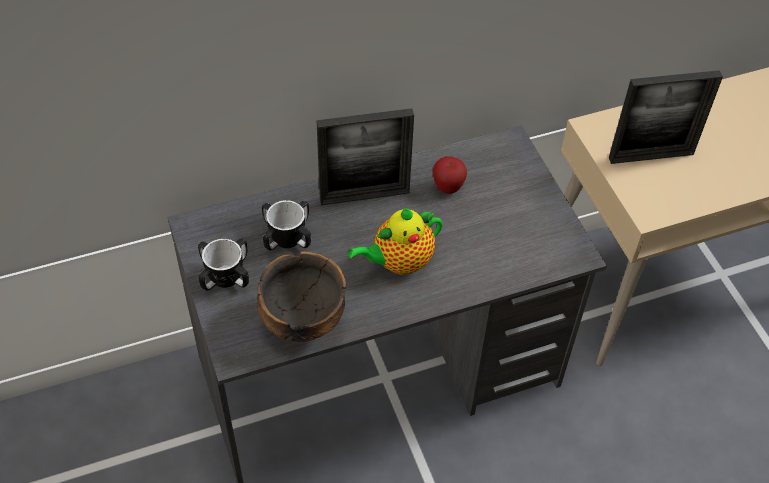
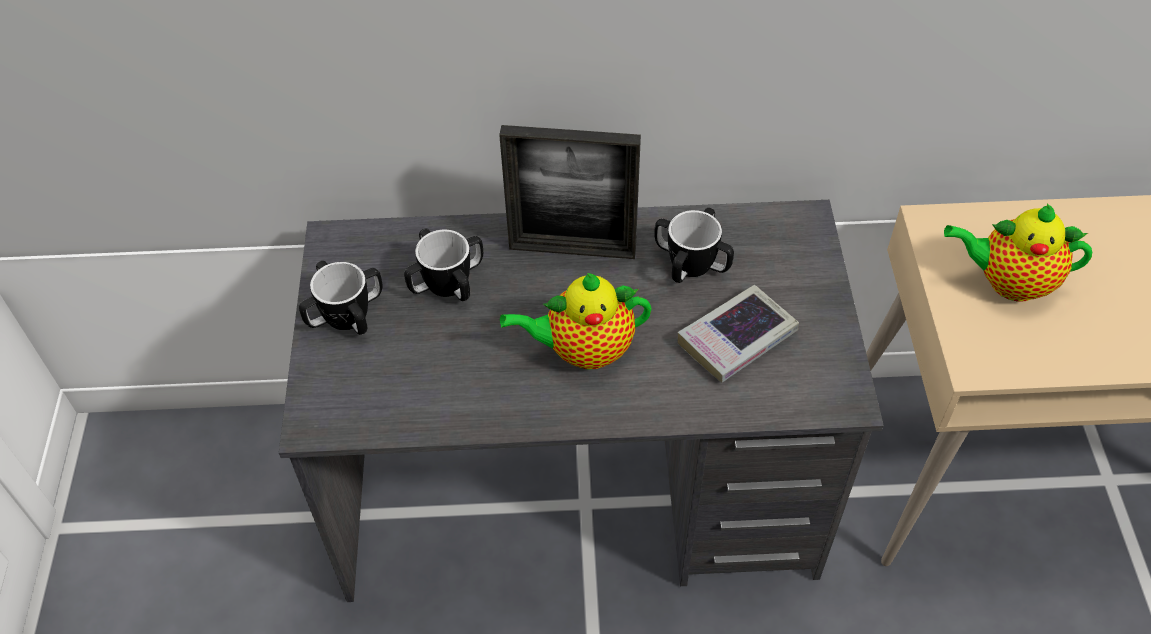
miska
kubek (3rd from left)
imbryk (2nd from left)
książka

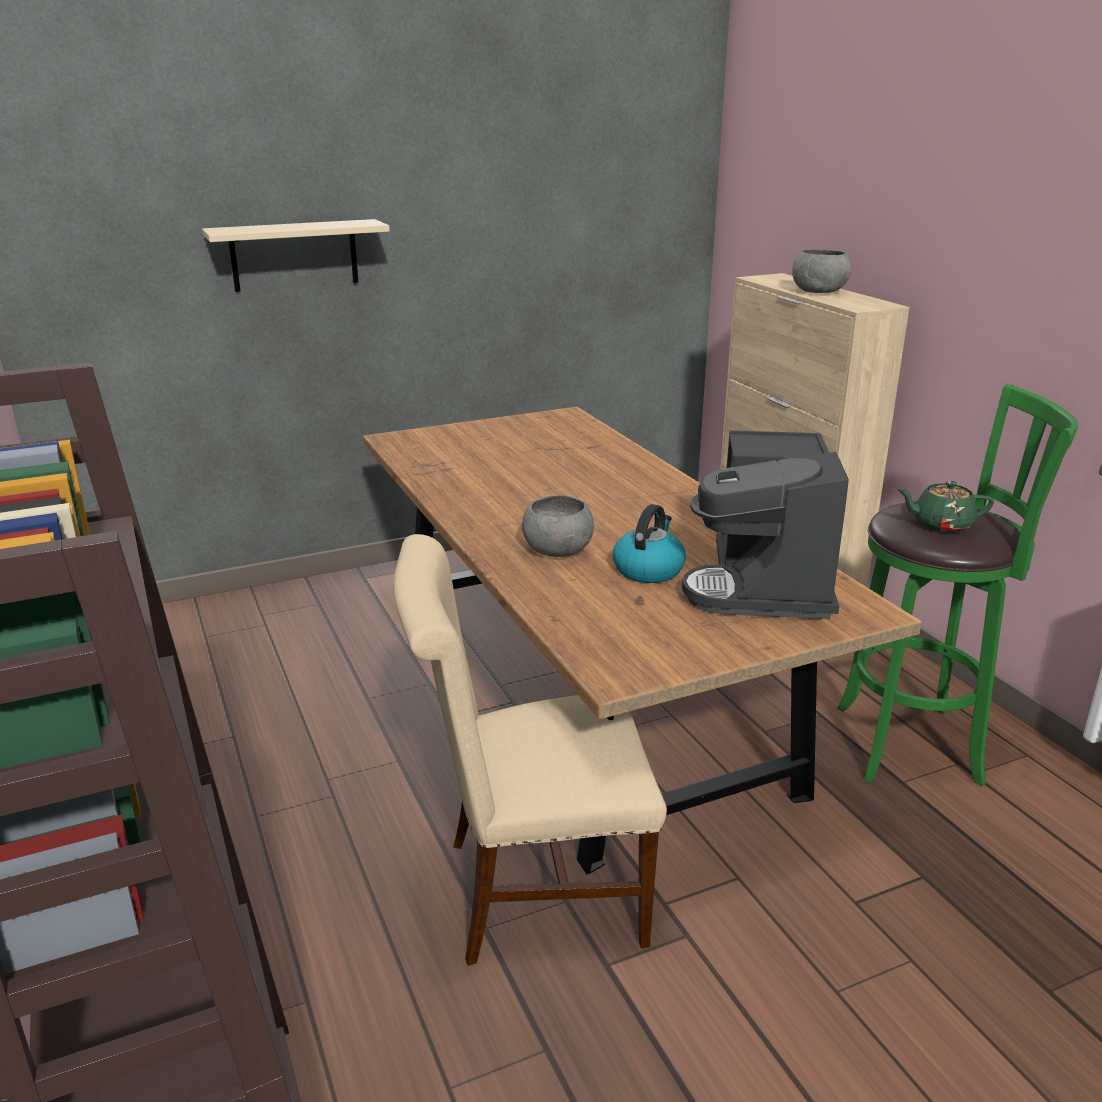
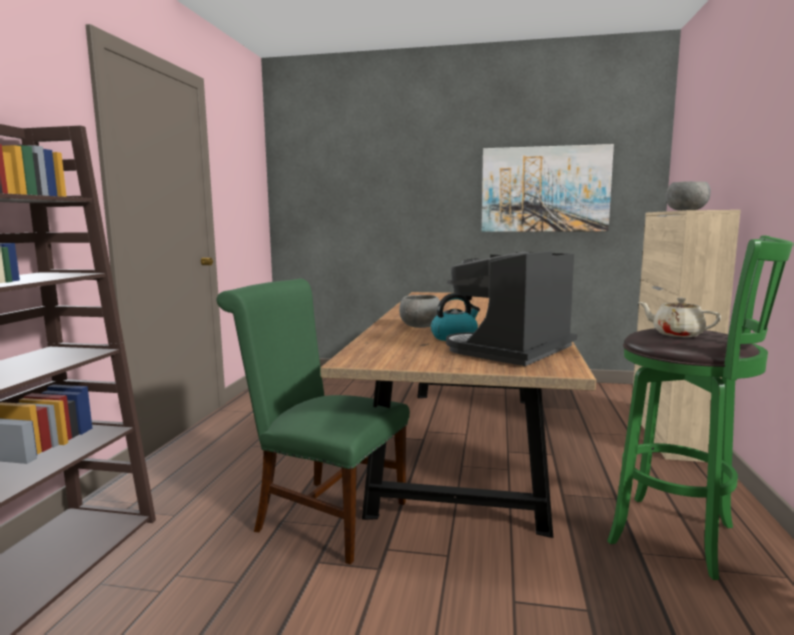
półka/beżowy
krzesło/zielony
imbryk/beżowy
obraz

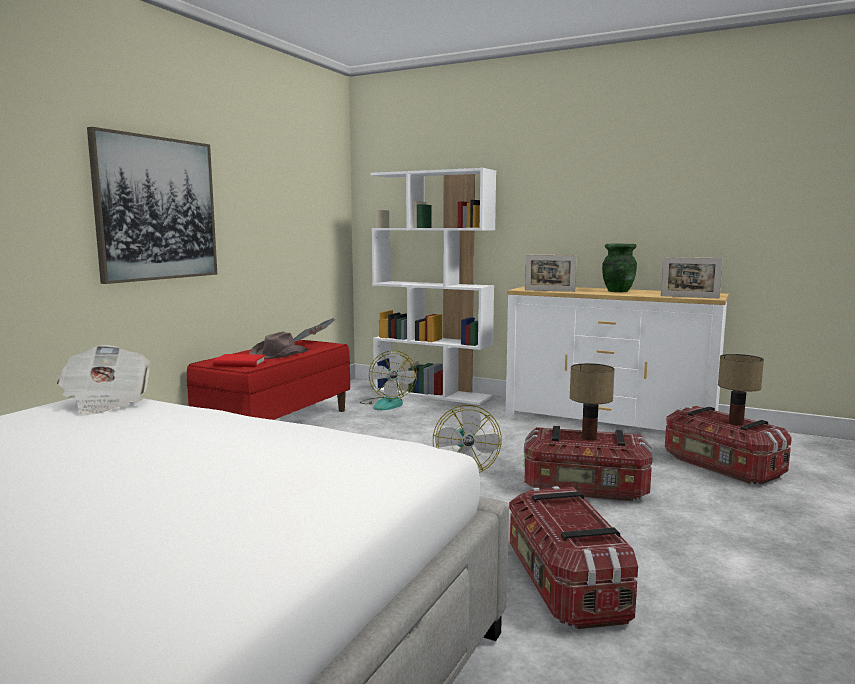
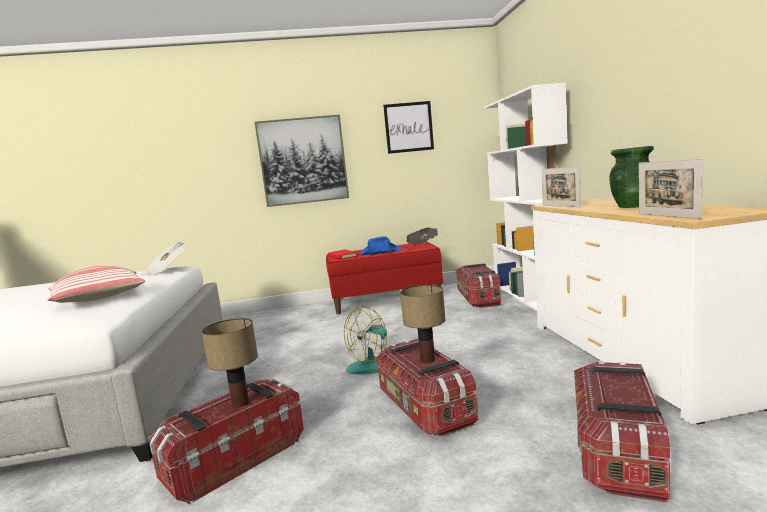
kapelusz/niebieski
pojemnik do przechowywania (3rd from left)
lampa stołowa (1st from left)
poduszka
obraz (2nd from left)

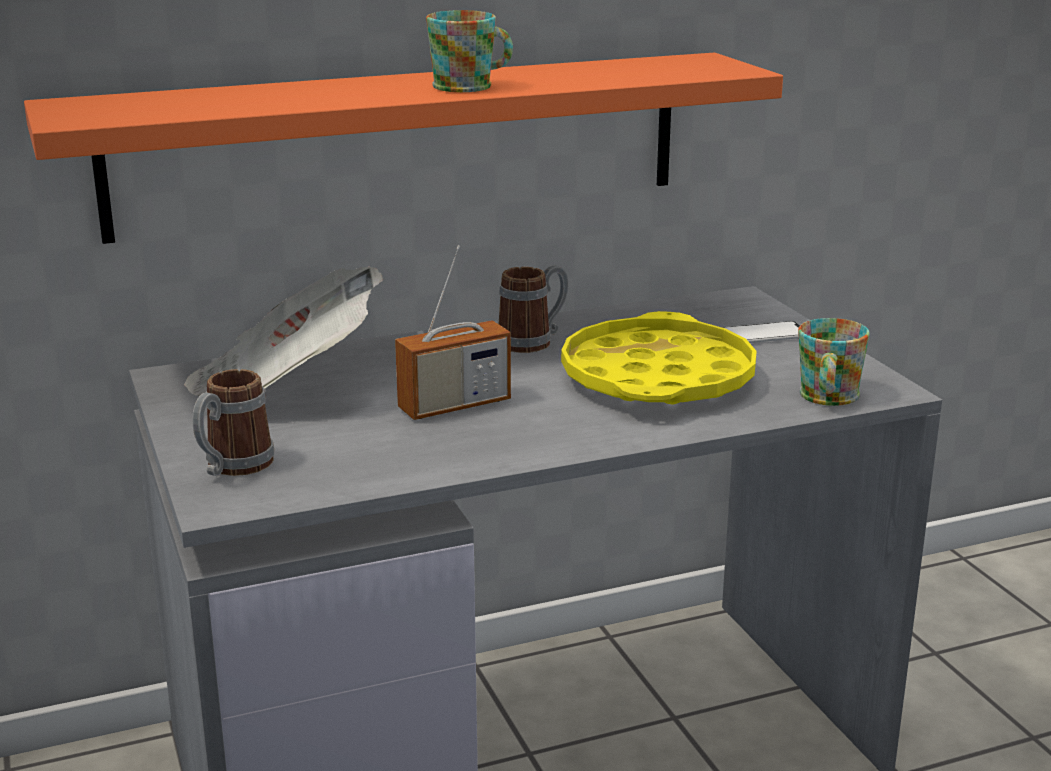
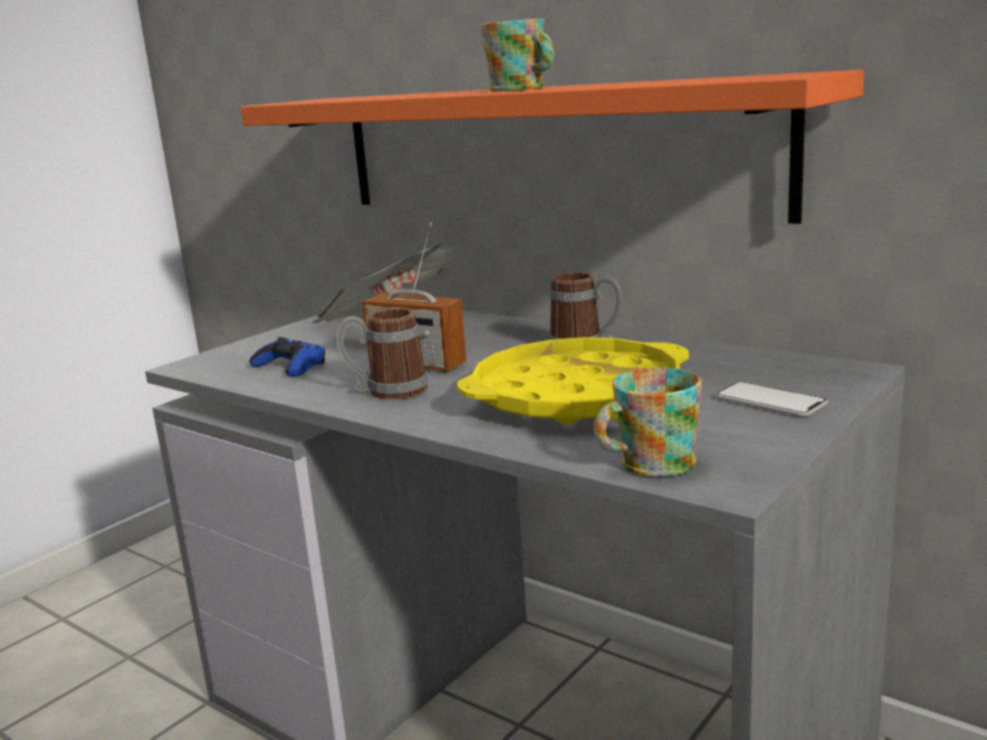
kubek (1st from left)
pad do gier/niebieski

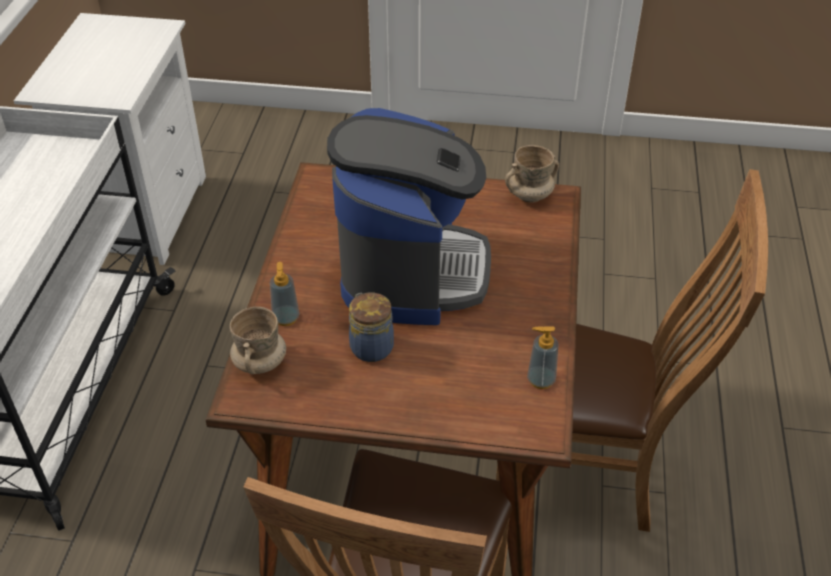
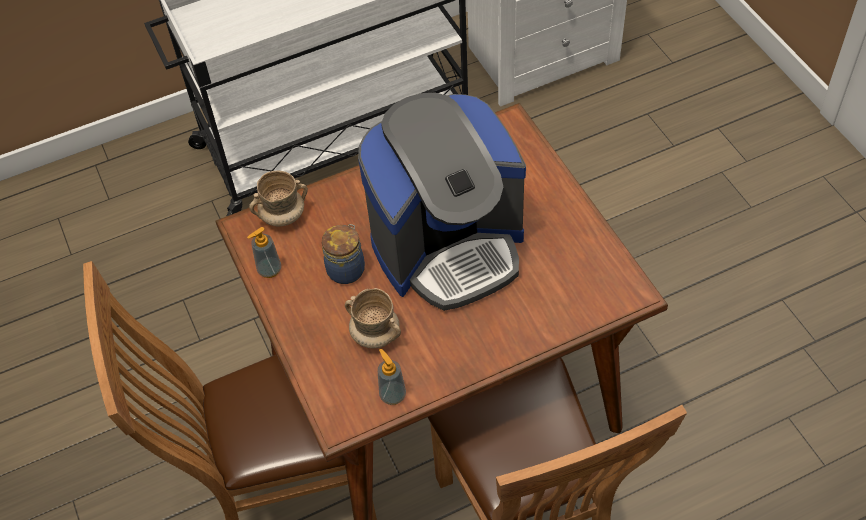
dozownik mydła (1st from left)
kubek/beżowy (2nd from left)

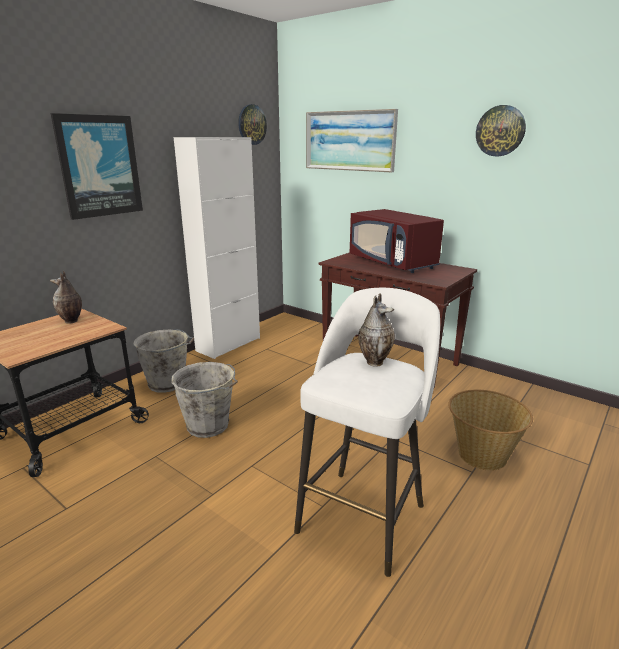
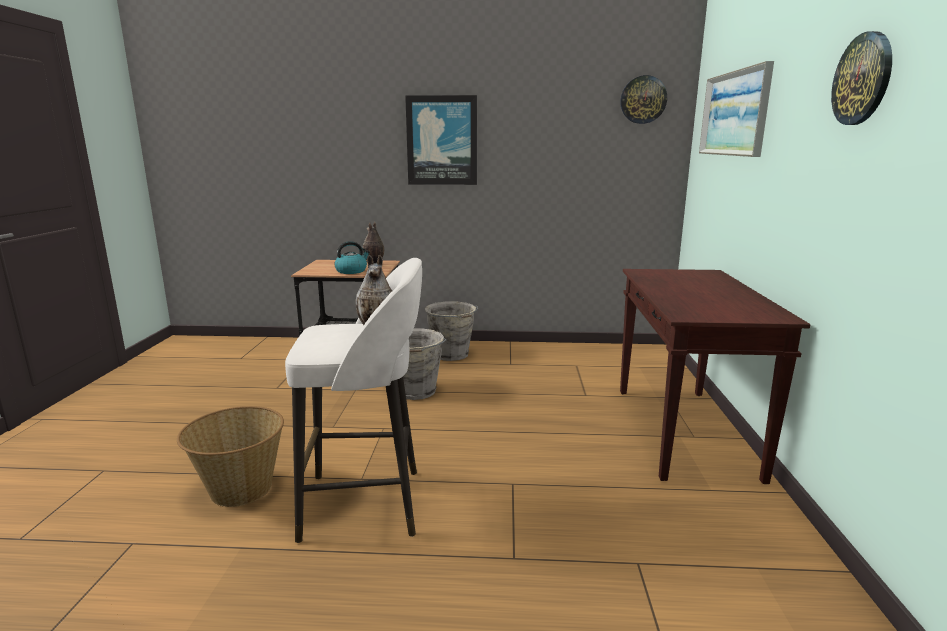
szafka/biały
mikrofalówka/czerwony
koszyk
czajnik

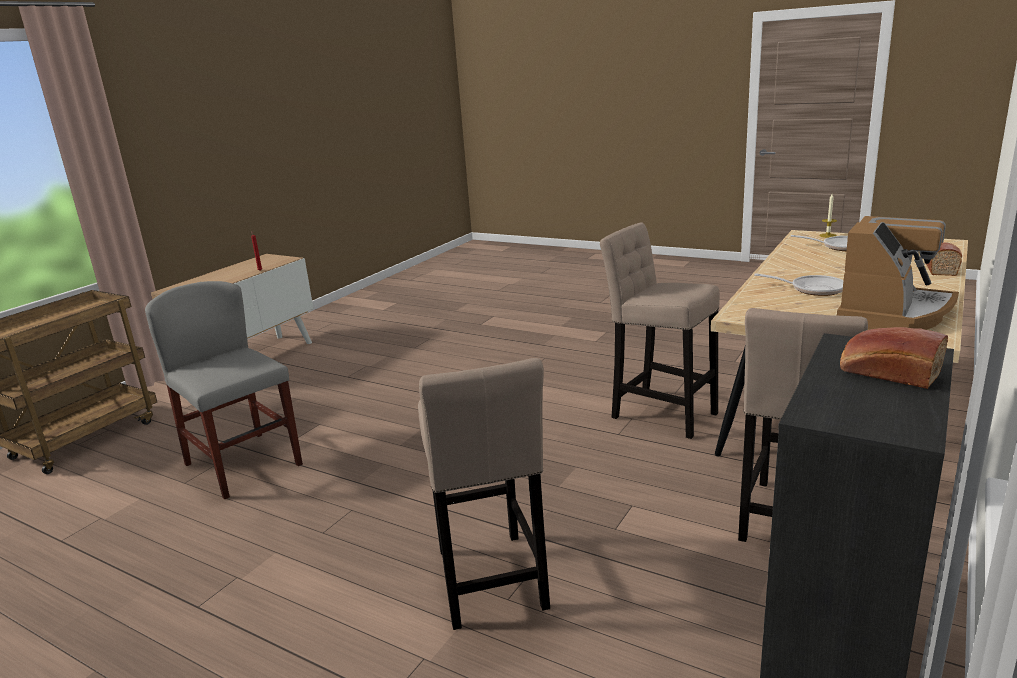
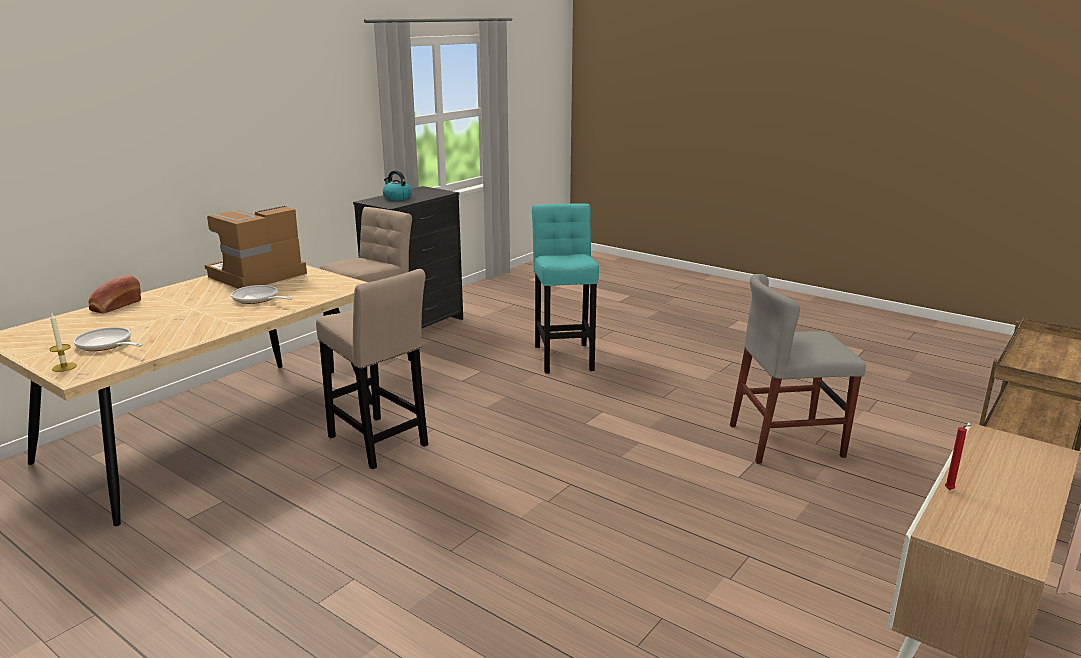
krzesło/szary
stołek/turkusowy
czajnik

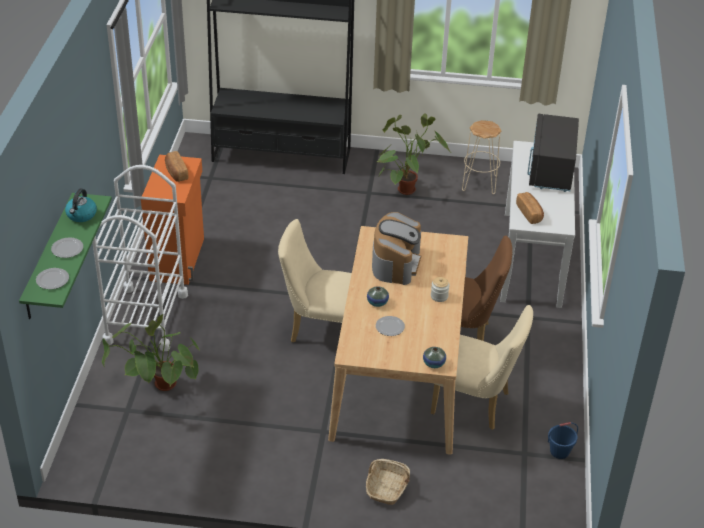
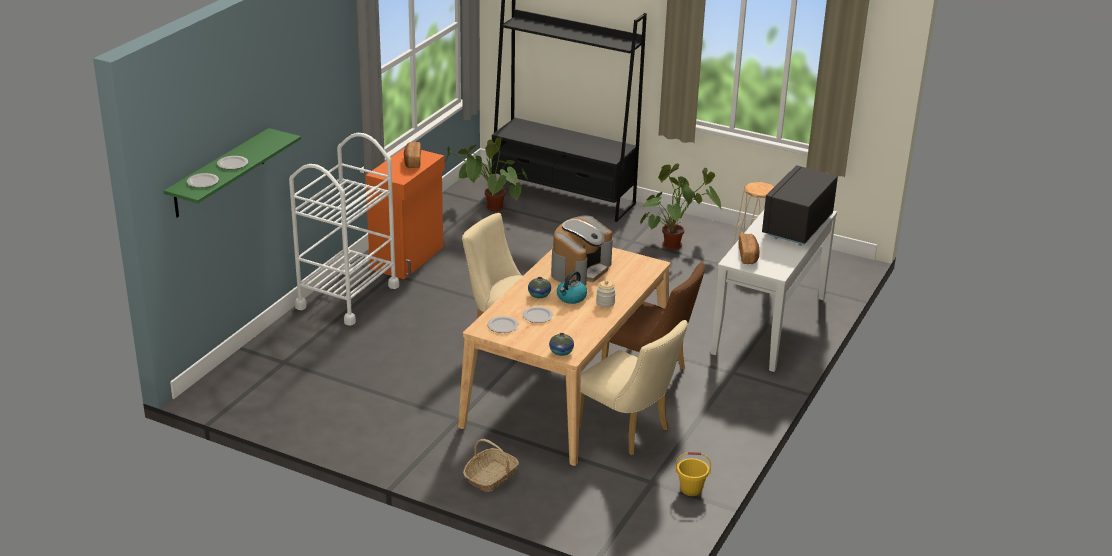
czajnik
roślina doniczkowa (1st from left)
wiadro/żółty
talerz (3rd from left)

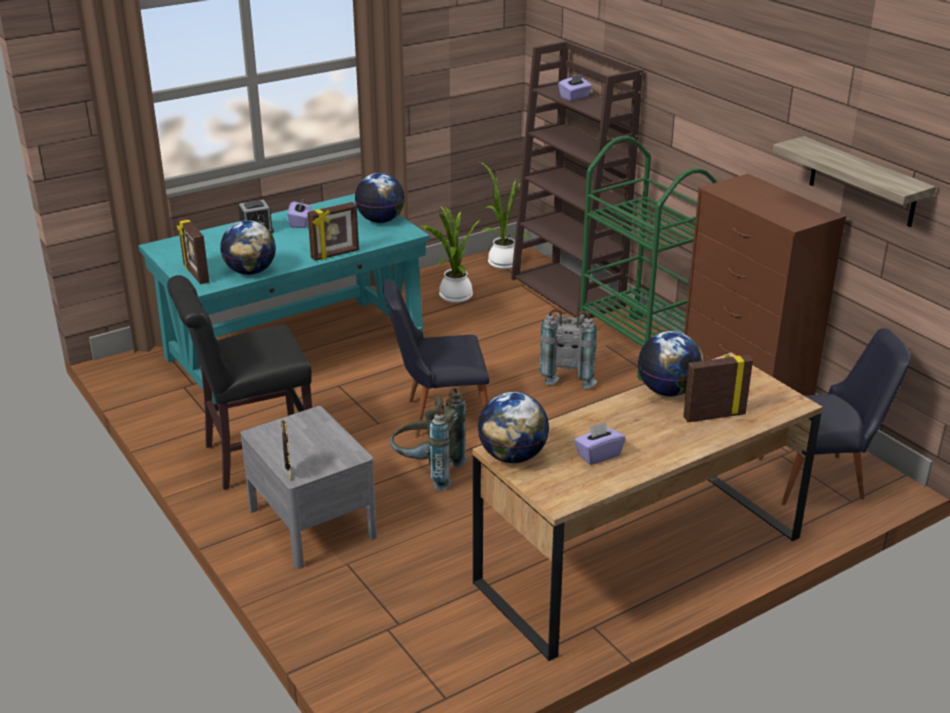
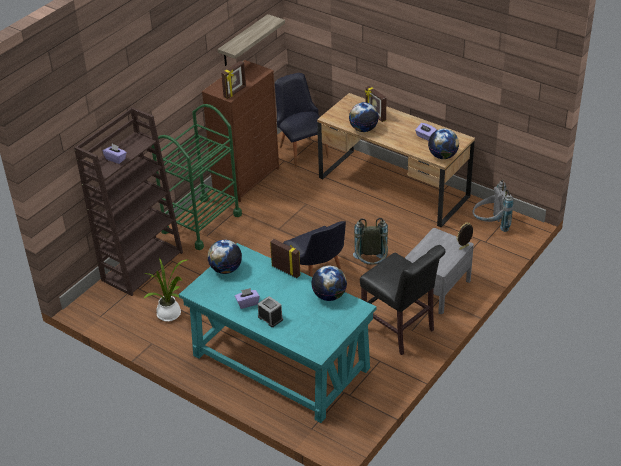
ramka na zdjęcie (1st from left)
roślina doniczkowa (2nd from left in the first image)
plecak/szary (2nd from left)

